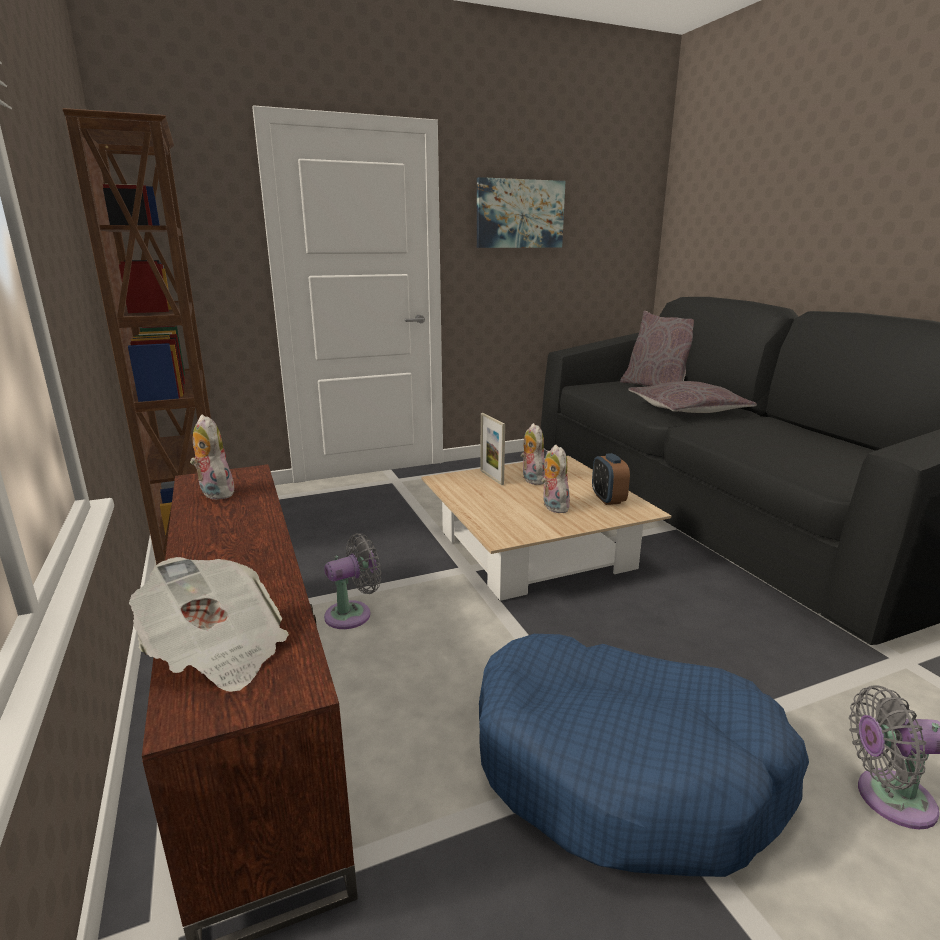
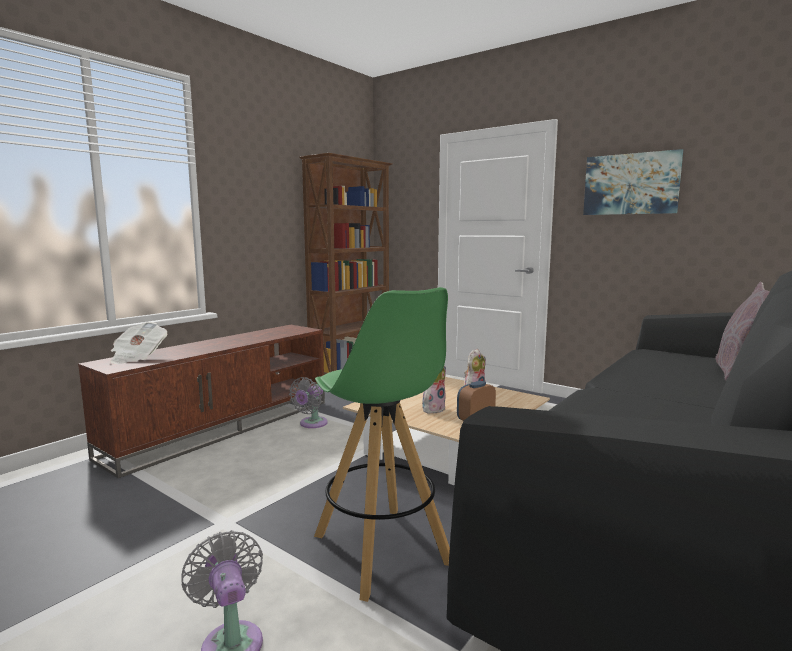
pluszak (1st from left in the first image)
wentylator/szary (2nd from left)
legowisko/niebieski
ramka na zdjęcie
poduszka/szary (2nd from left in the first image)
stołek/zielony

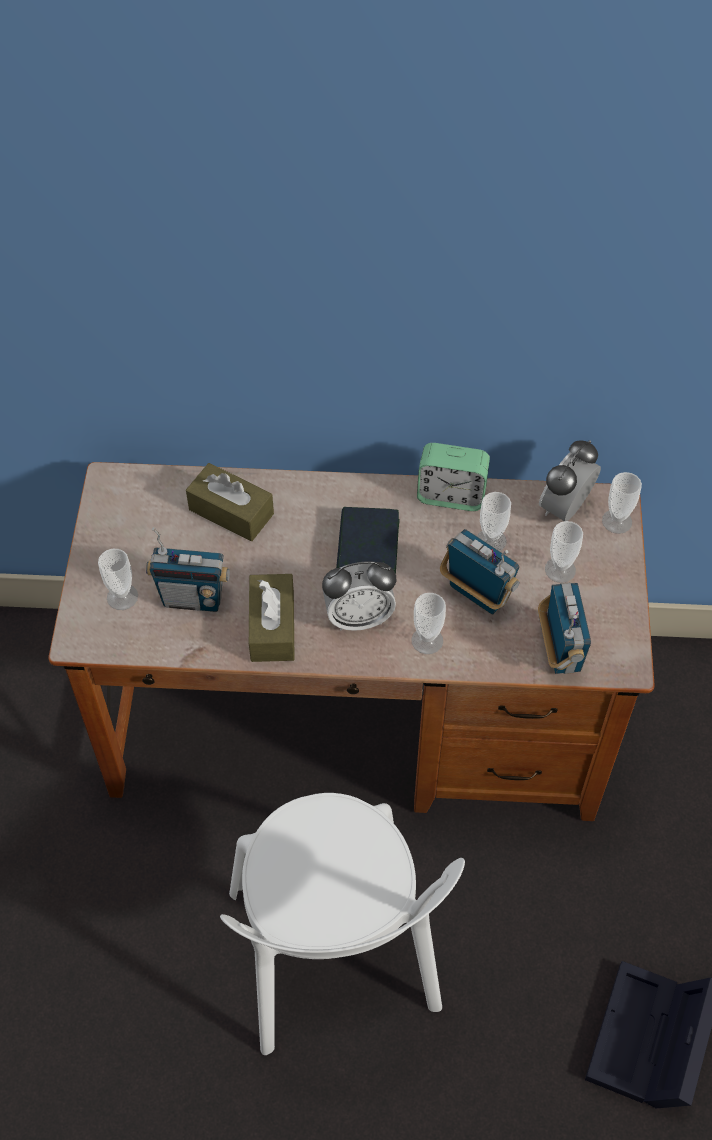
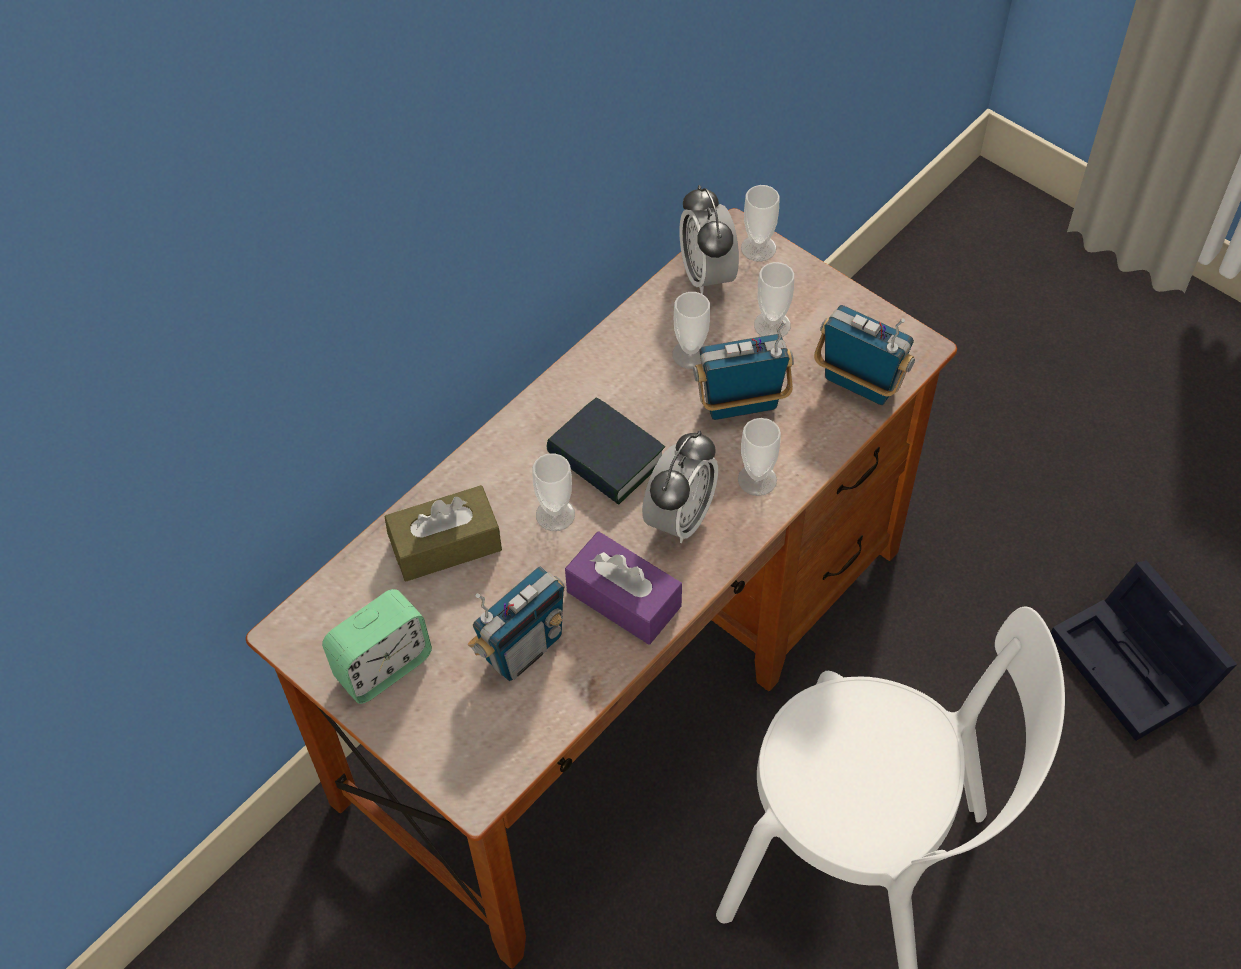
filiżanka (1st from left)
pudełko chusteczek/fioletowy
budzik (1st from left)

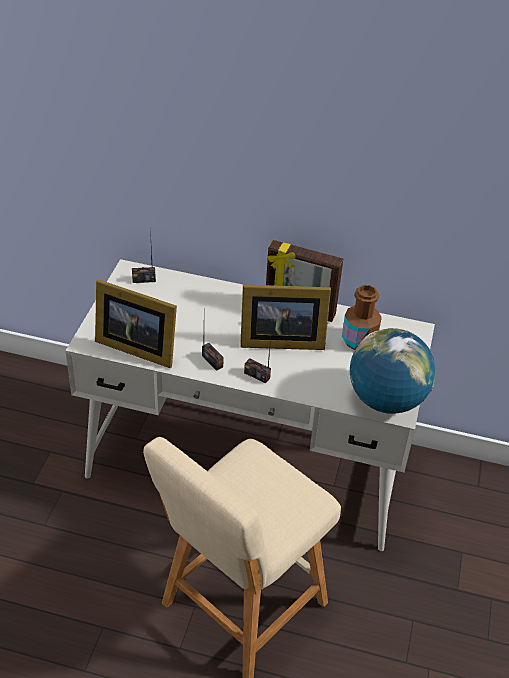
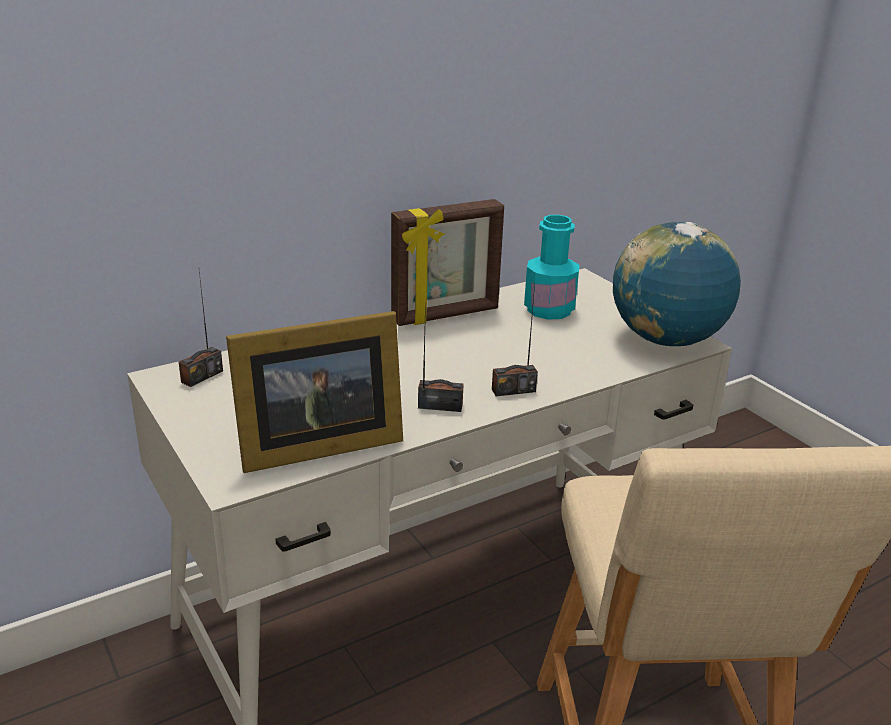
ramka na zdjęcie (2nd from left in the first image)
butelka/turkusowy

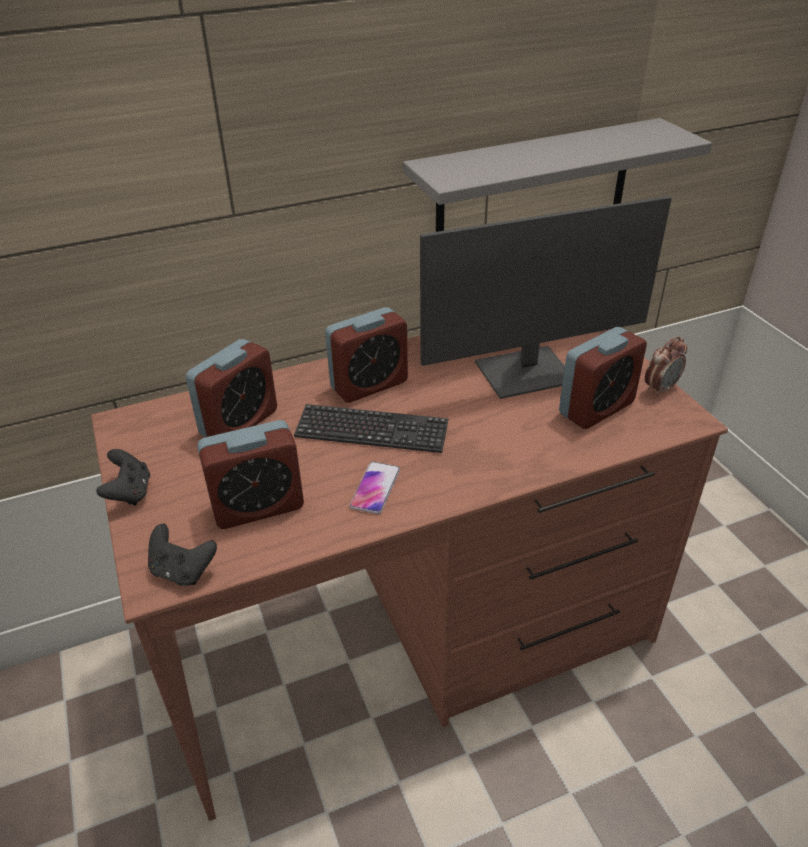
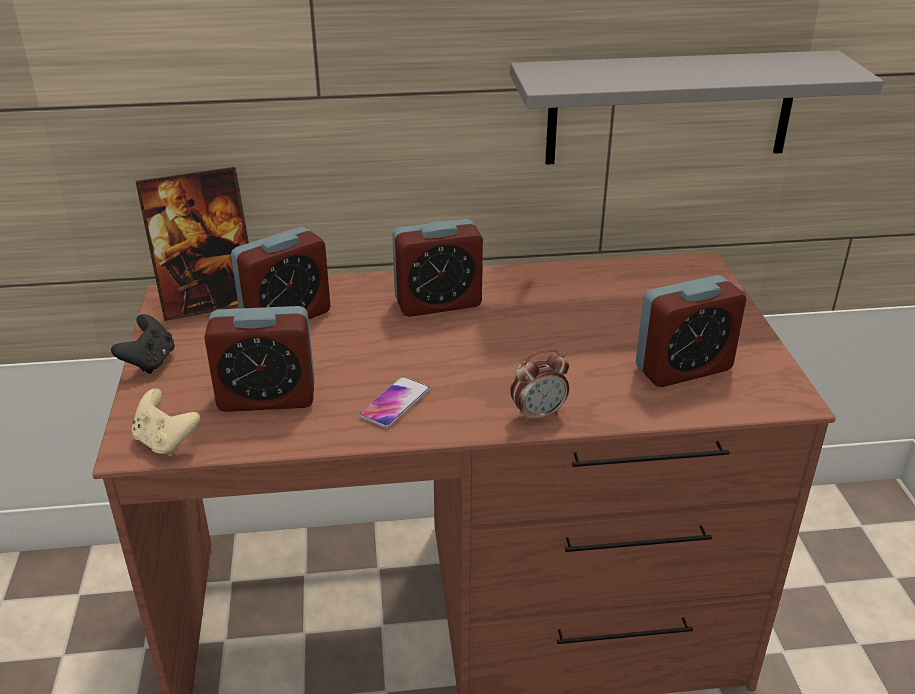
pad do gier/beżowy
klawiatura
monitor
budzik (4th from left)
ramka na zdjęcie

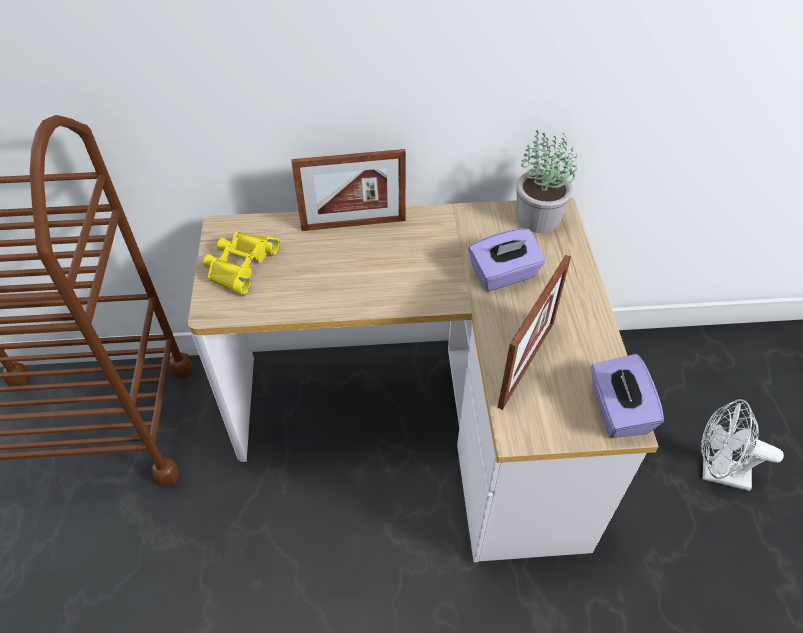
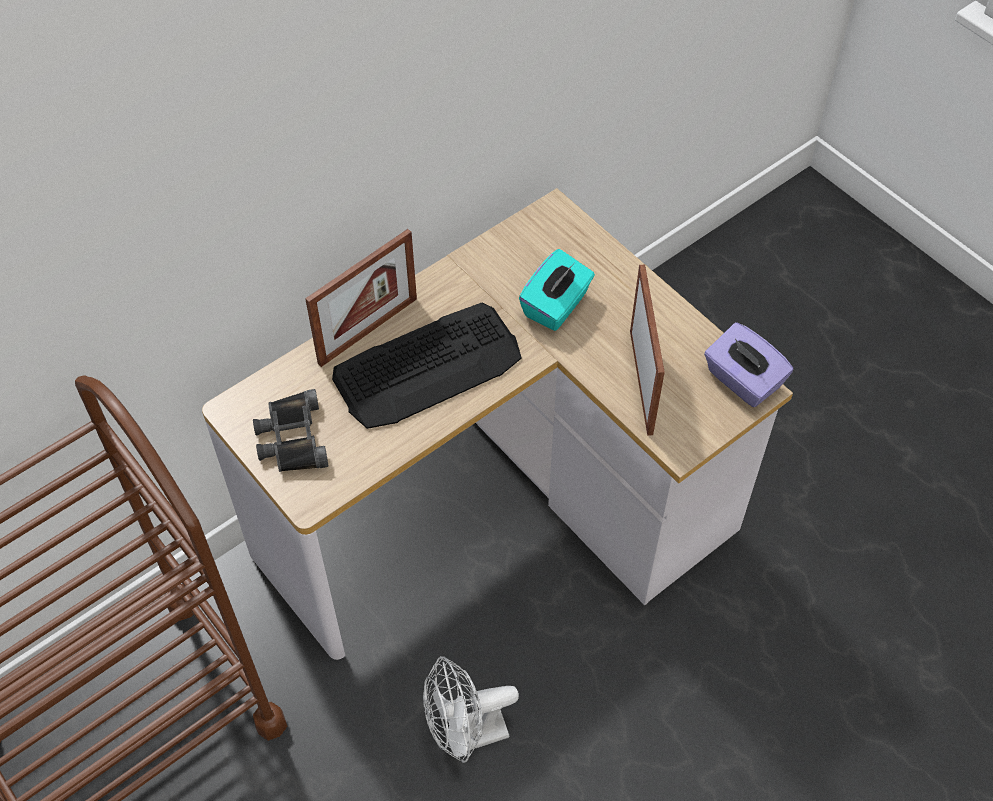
lornetka/czarny
pudełko chusteczek/turkusowy
roślina doniczkowa
wentylator/biały
klawiatura

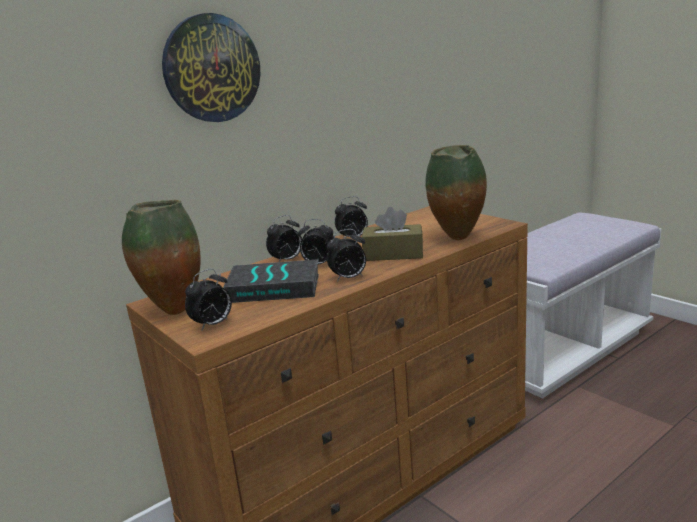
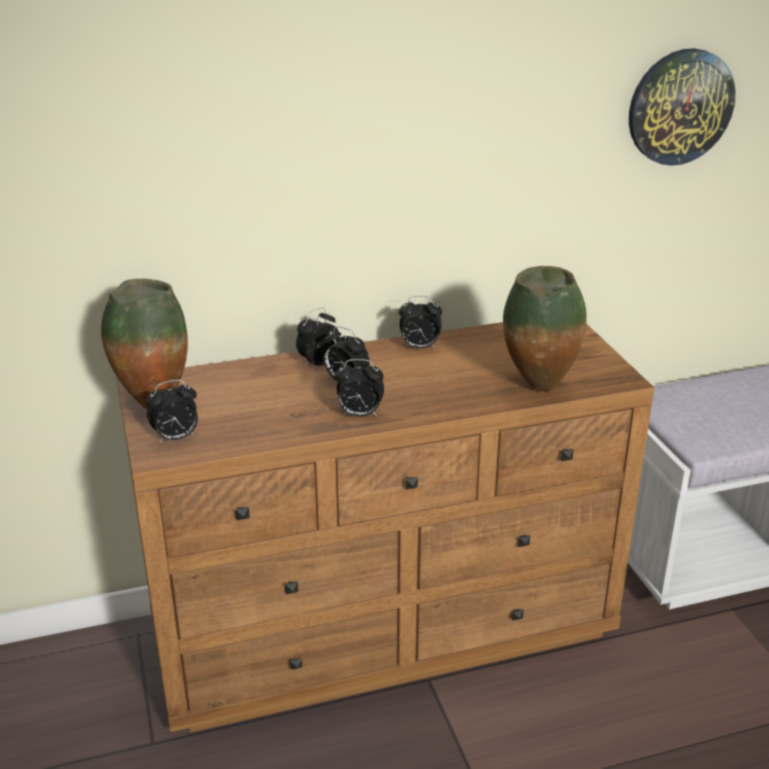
zegar ścienny
książka
budzik (2nd from left)
pudełko chusteczek/brązowy

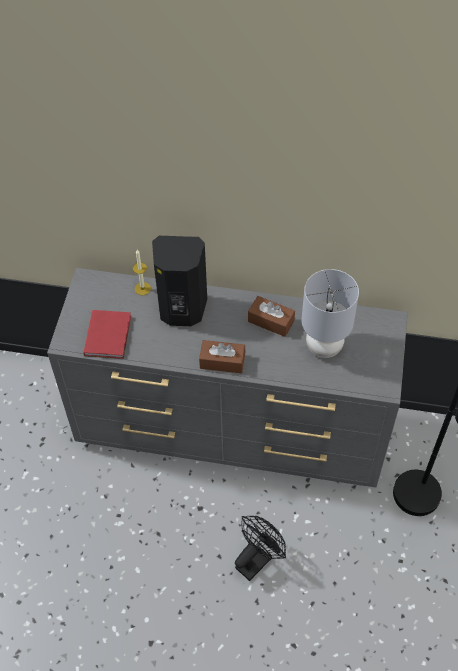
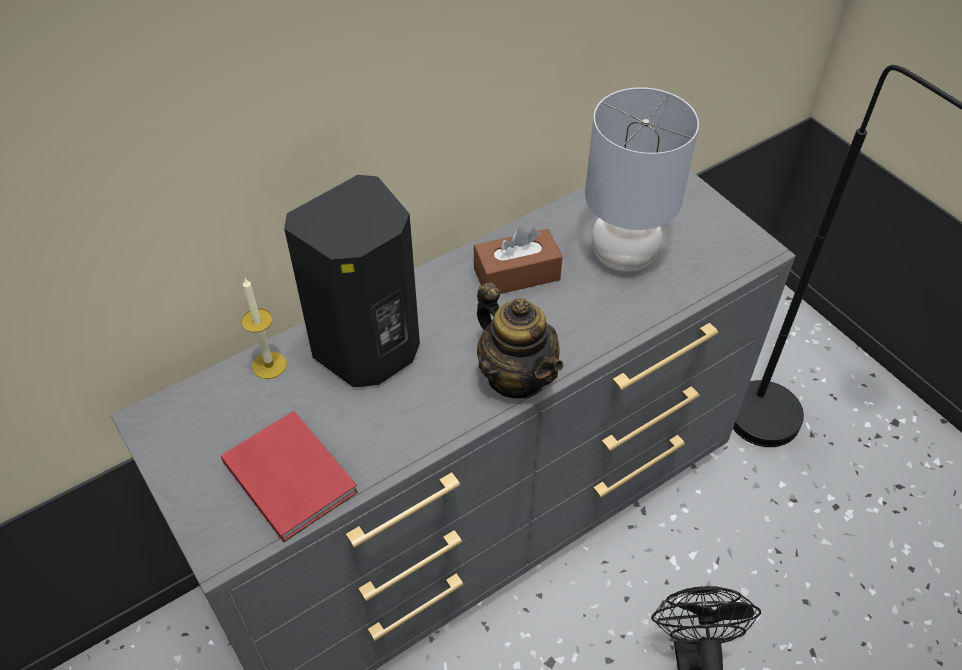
imbryk

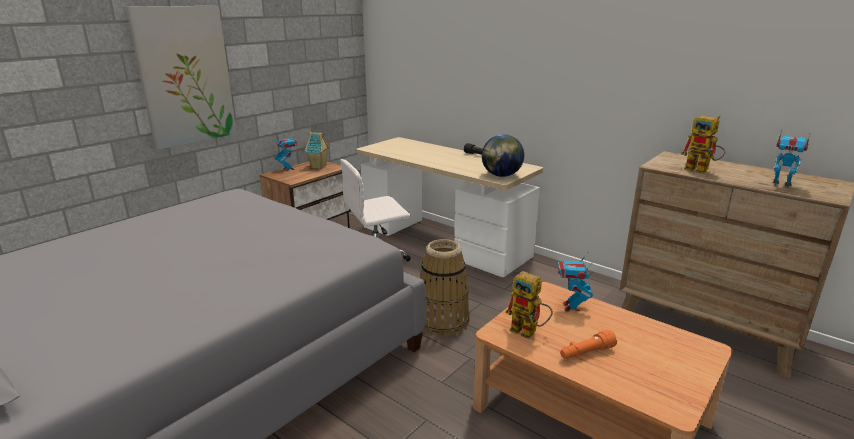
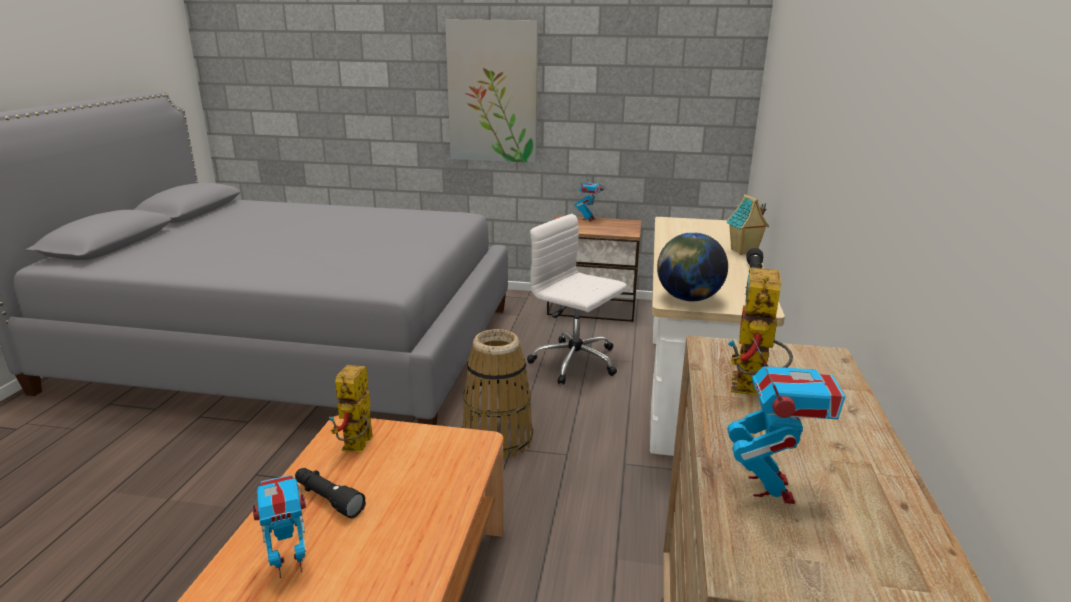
domek
robot zabawkowy (1st from left)
latarka/czarny (1st from left)

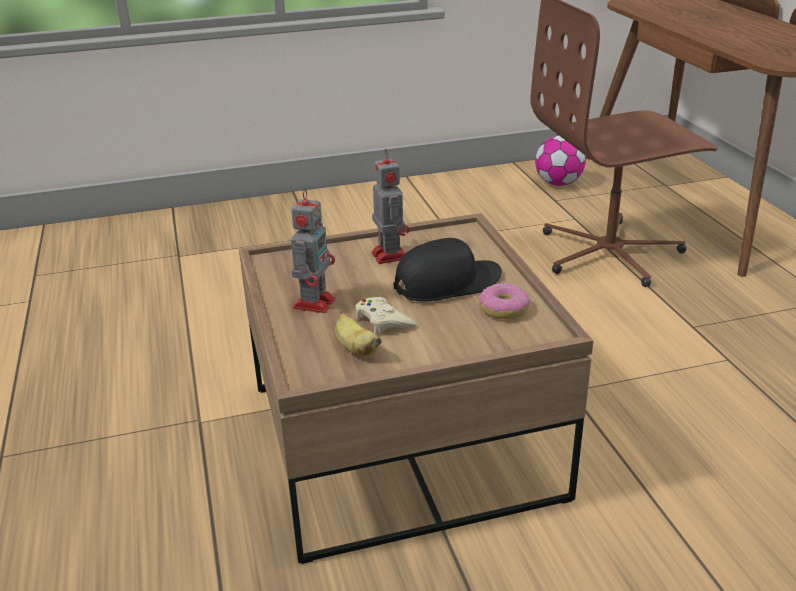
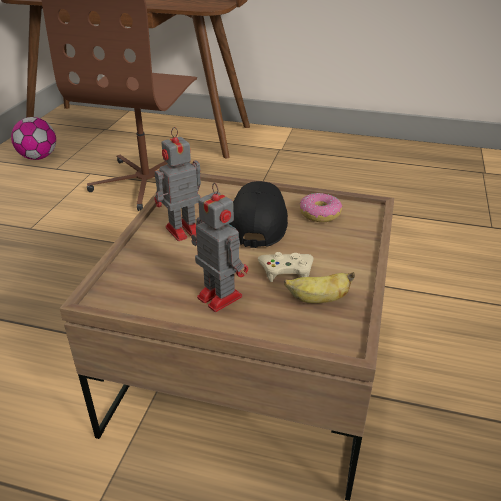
robot zabawkowy (1st from left)

